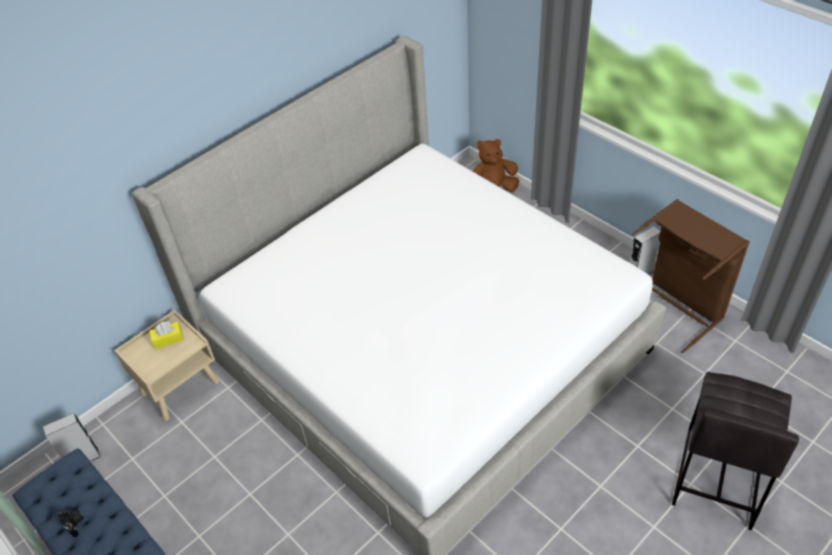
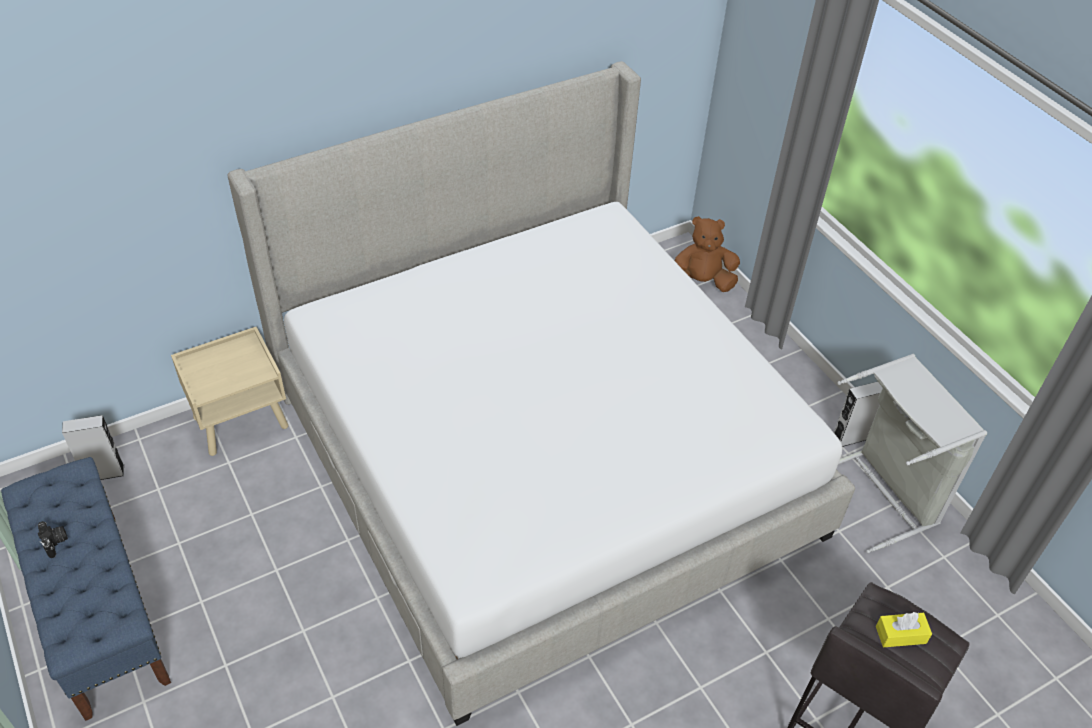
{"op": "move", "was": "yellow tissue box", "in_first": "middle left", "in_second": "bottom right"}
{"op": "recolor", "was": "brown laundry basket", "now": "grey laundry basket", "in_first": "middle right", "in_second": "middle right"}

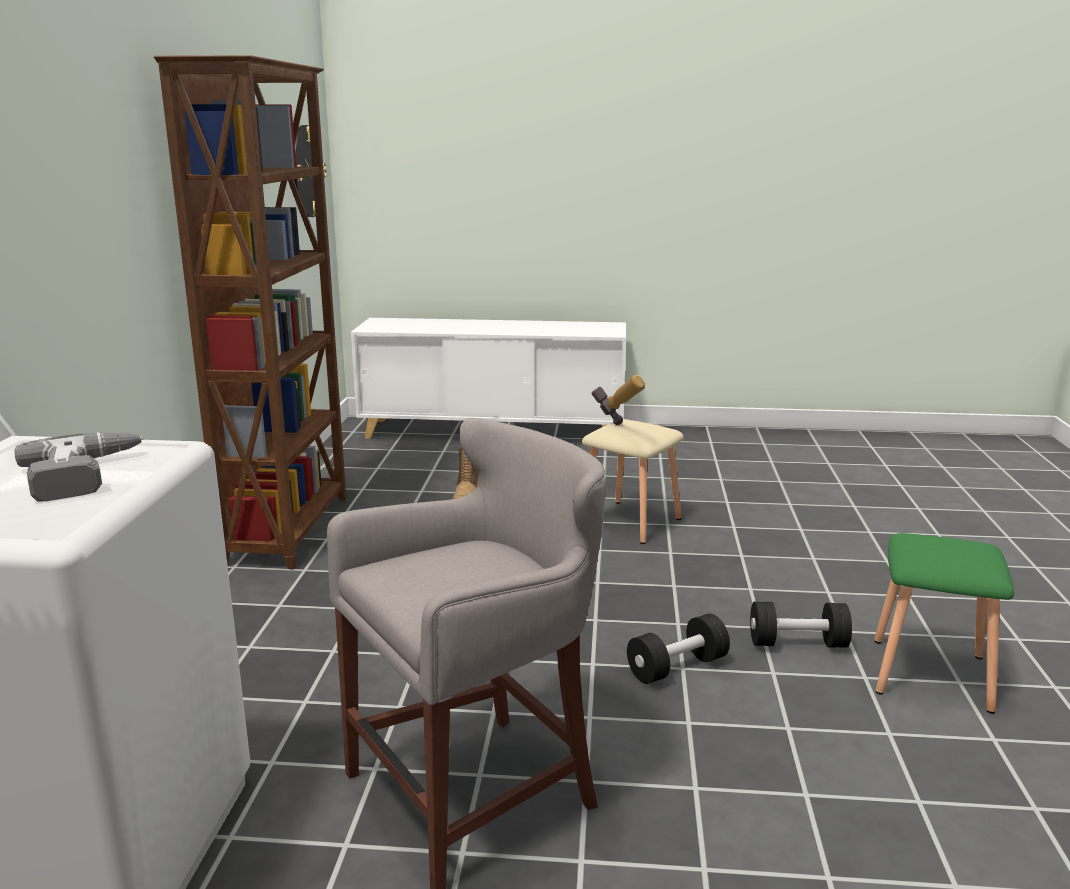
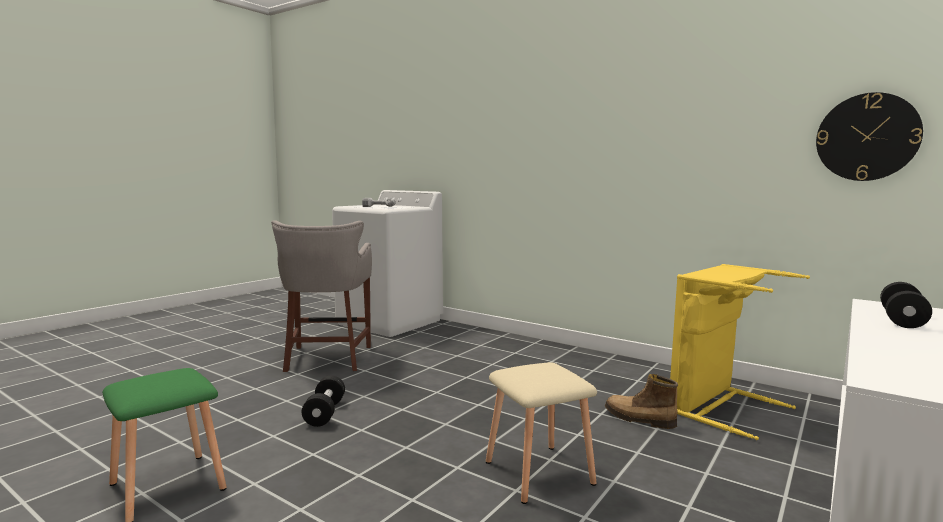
{"op": "delete", "was": "brown bookcase", "in_first": "middle left"}
{"op": "delete", "was": "hammer", "in_first": "centre"}
{"op": "move", "was": "black dumbbell (2nd from left)", "in_first": "bottom right", "in_second": "middle right"}
{"op": "insert", "now": "yellow laundry basket", "in_second": "bottom right"}

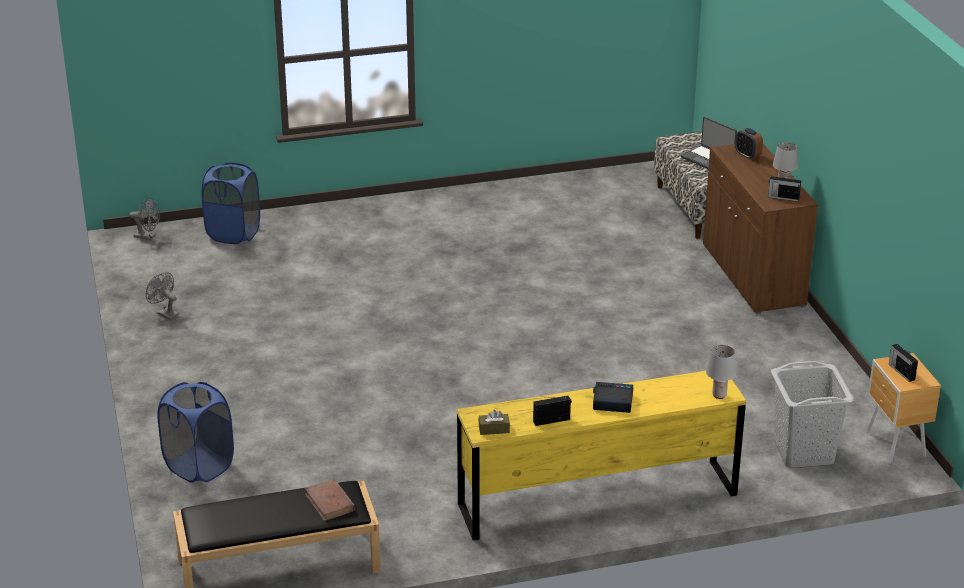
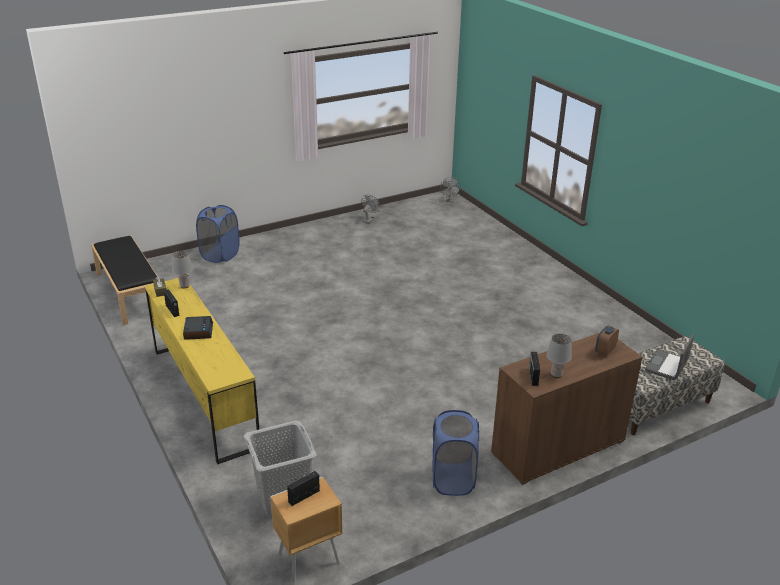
{"op": "move", "was": "blue laundry basket (2nd from left)", "in_first": "middle left", "in_second": "bottom centre"}
{"op": "delete", "was": "brown book", "in_first": "bottom centre"}
{"op": "move", "was": "grey table lamp (1st from left)", "in_first": "middle right", "in_second": "middle left"}

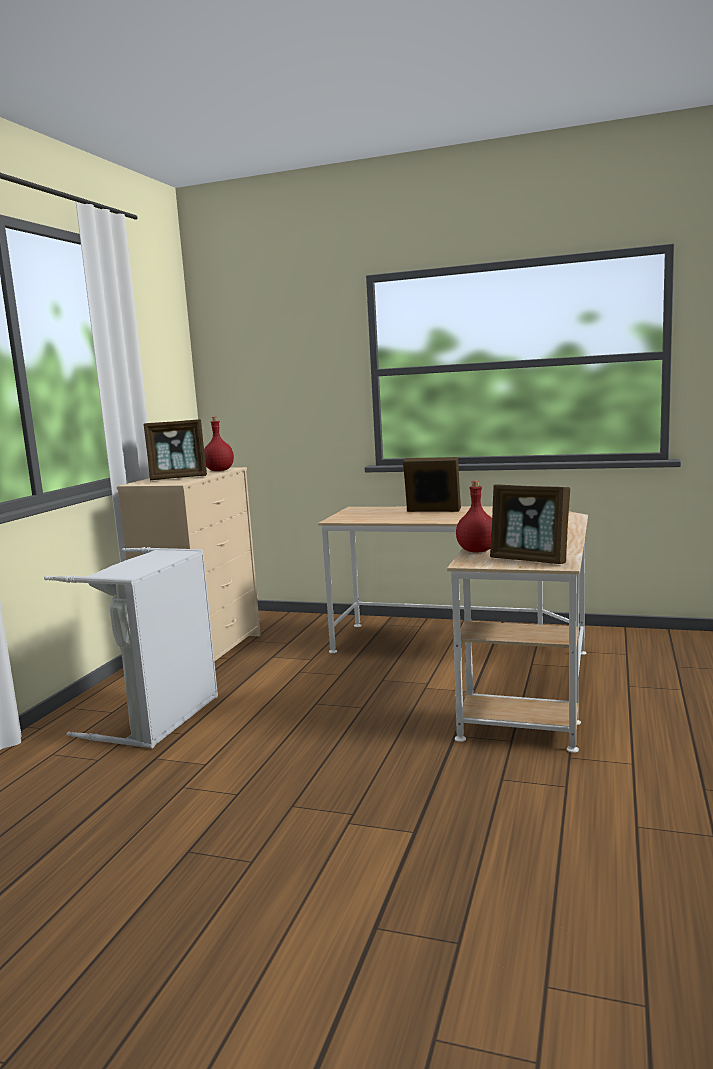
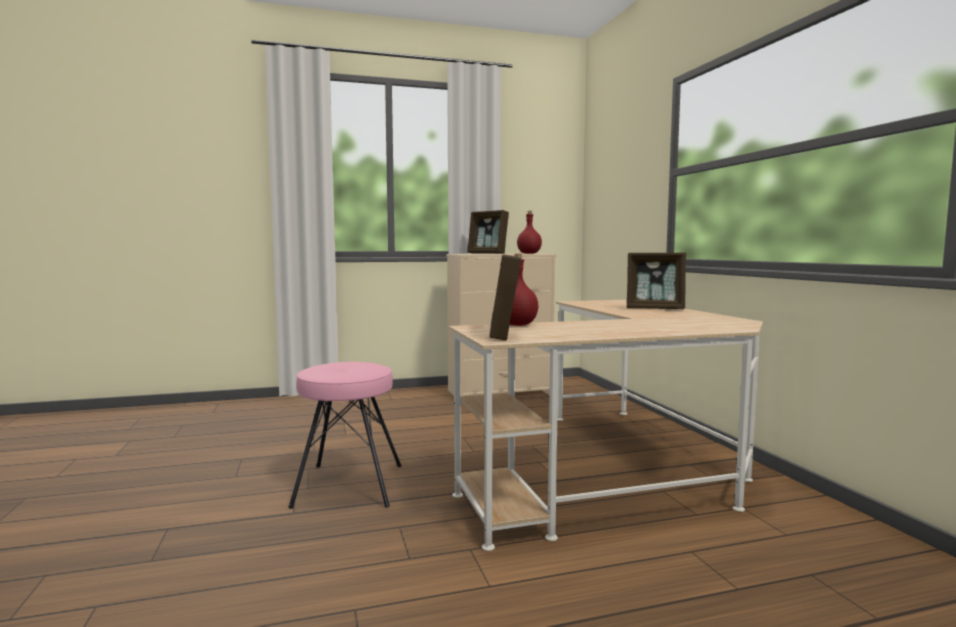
{"op": "delete", "was": "grey laundry basket", "in_first": "middle left"}
{"op": "rotate", "was": "picture frame (2nd from left in the first image)", "in_first": "centre", "in_second": "middle right", "clockwise": 120}
{"op": "insert", "now": "pink stool", "in_second": "bottom centre"}

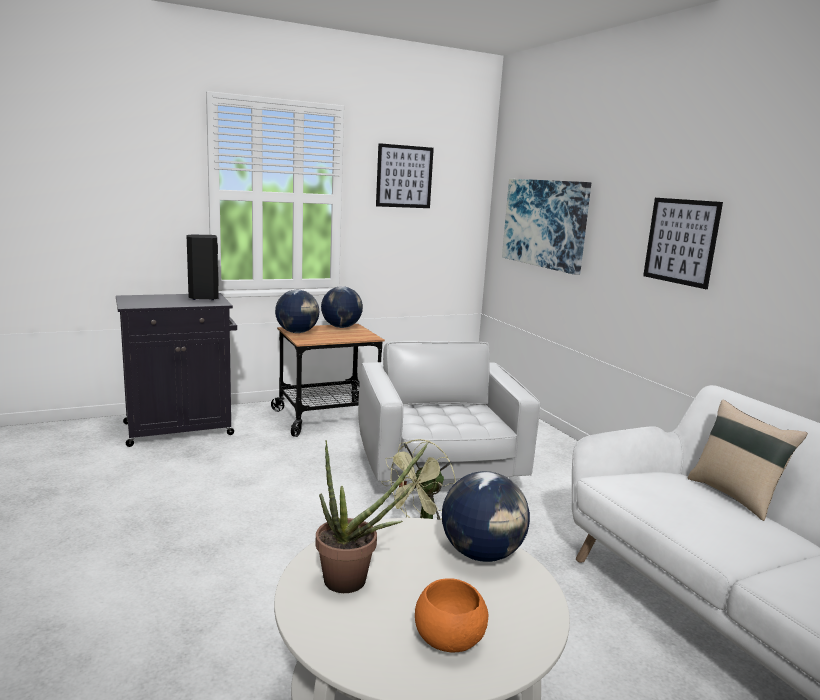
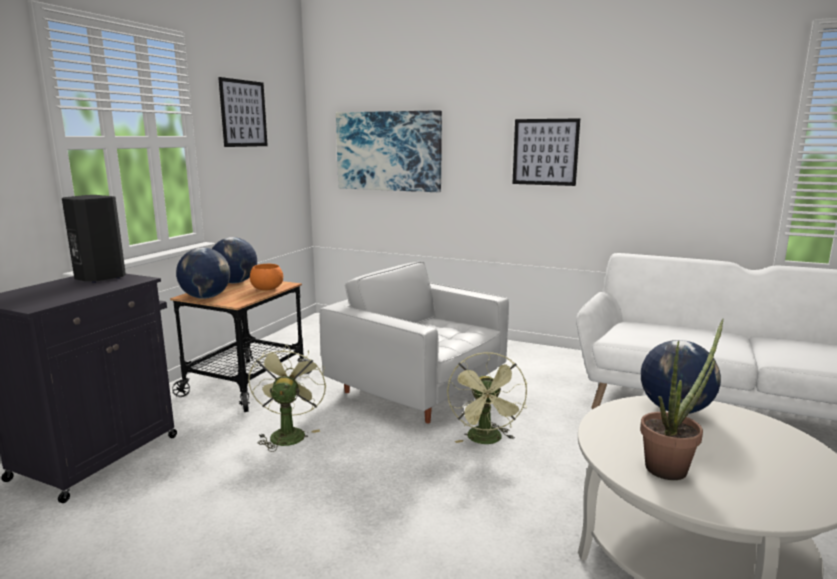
{"op": "move", "was": "orange bowl", "in_first": "bottom centre", "in_second": "middle left"}
{"op": "delete", "was": "beige pillow", "in_first": "middle right"}
{"op": "insert", "now": "green fan (1st from left)", "in_second": "bottom centre"}

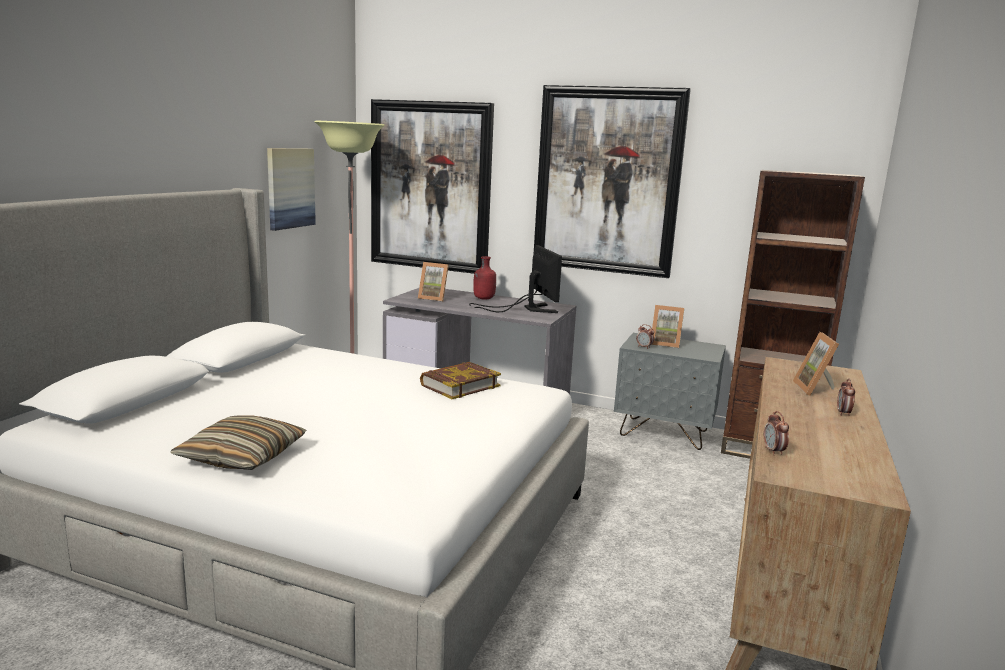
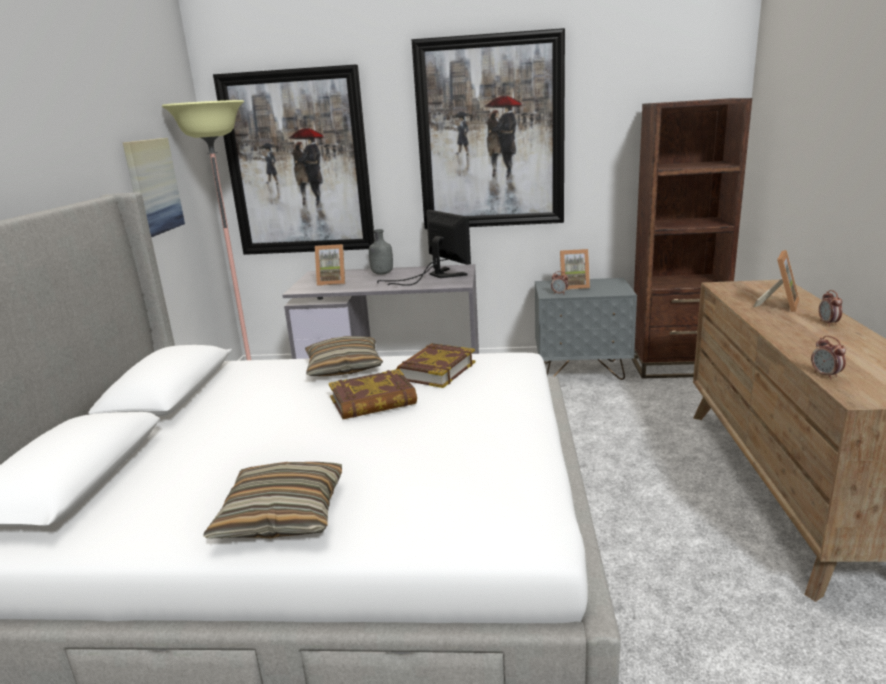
{"op": "recolor", "was": "red bottle", "now": "grey bottle", "in_first": "centre", "in_second": "centre"}
{"op": "rotate", "was": "picture frame (3rd from left)", "in_first": "middle right", "in_second": "middle right", "clockwise": -135}
{"op": "insert", "now": "pillow (2nd from left)", "in_second": "centre"}
{"op": "insert", "now": "book (1st from left)", "in_second": "centre"}

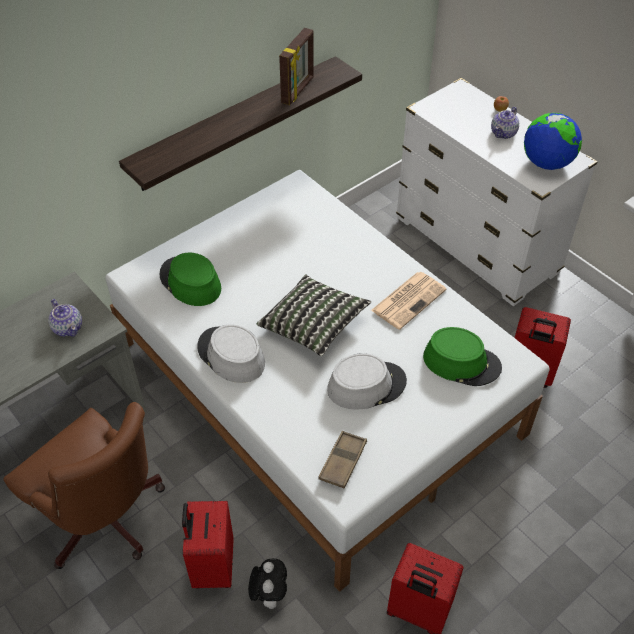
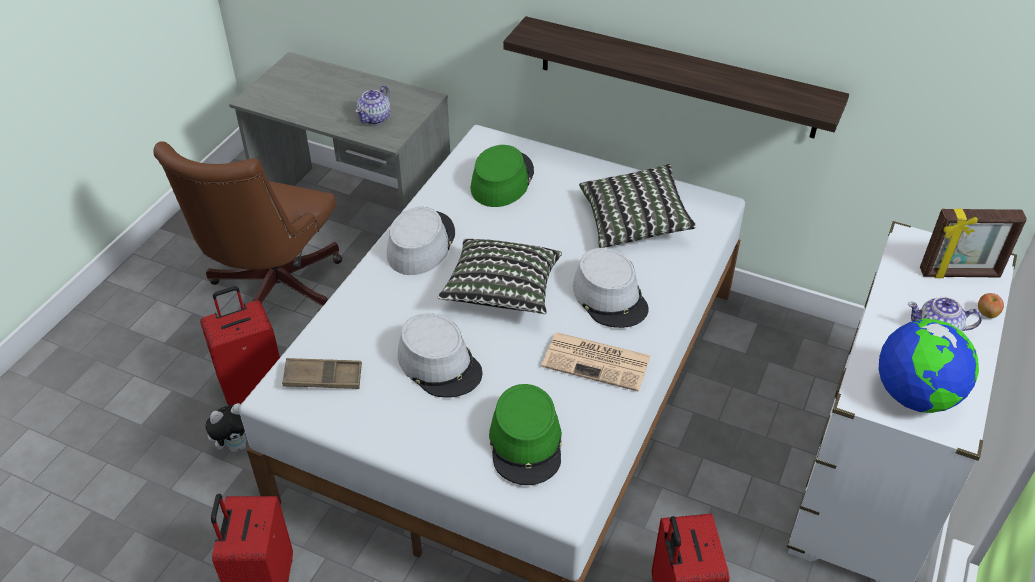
{"op": "move", "was": "picture frame", "in_first": "top centre", "in_second": "middle right"}
{"op": "insert", "now": "grey hat (3rd from left)", "in_second": "centre"}
{"op": "insert", "now": "pillow (2nd from left)", "in_second": "centre"}

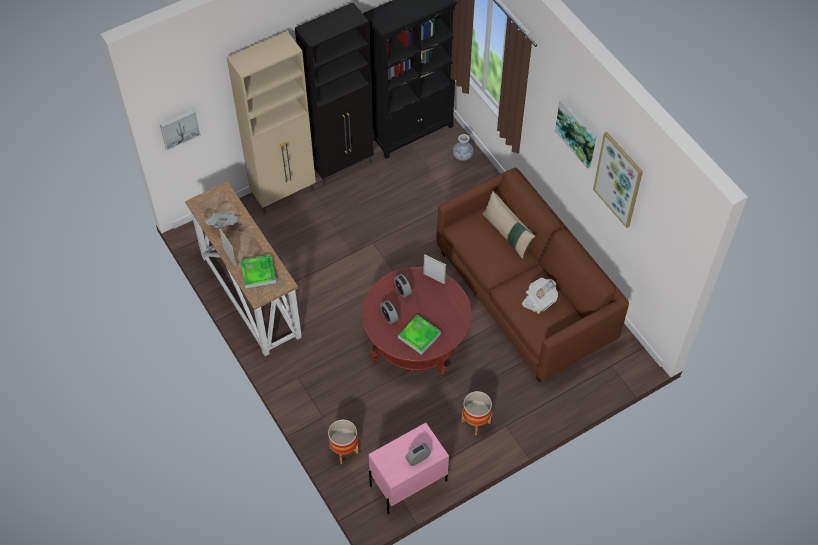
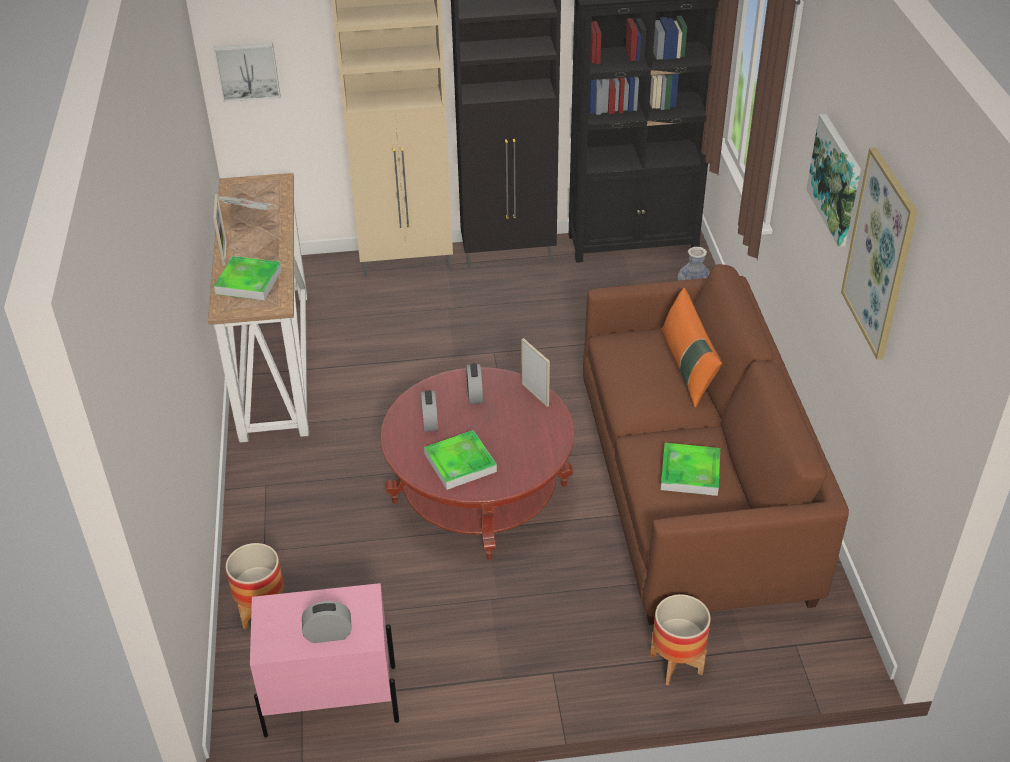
{"op": "move", "was": "planter (2nd from left)", "in_first": "bottom centre", "in_second": "bottom right"}
{"op": "recolor", "was": "beige pillow", "now": "orange pillow", "in_first": "centre", "in_second": "middle right"}
{"op": "replace", "was": "newspaper (2nd from left)", "now": "tray (3rd from left)", "in_first": "centre", "in_second": "middle right"}

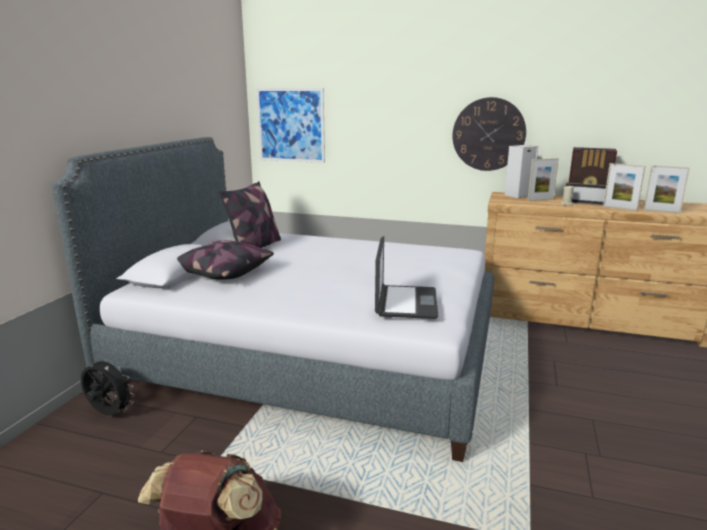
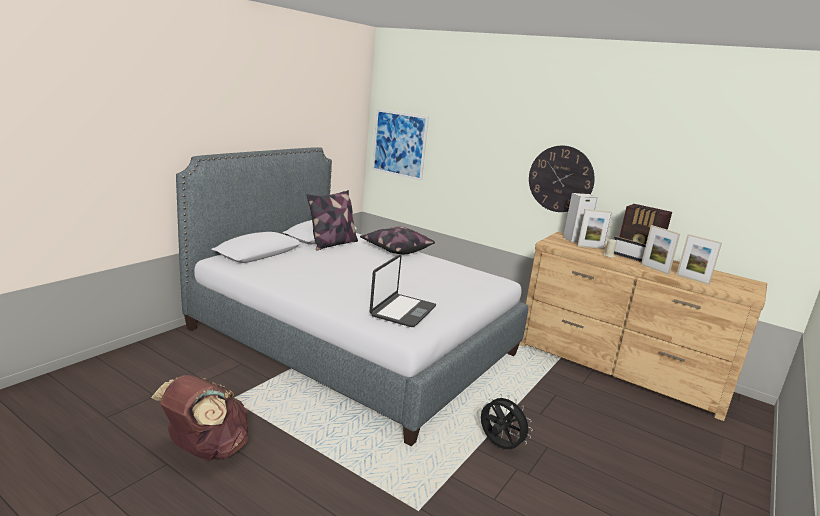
{"op": "move", "was": "black fan", "in_first": "bottom left", "in_second": "bottom centre"}
{"op": "move", "was": "pillow (1st from left in the first image)", "now": "pillow (2nd from left)", "in_first": "middle left", "in_second": "centre"}

